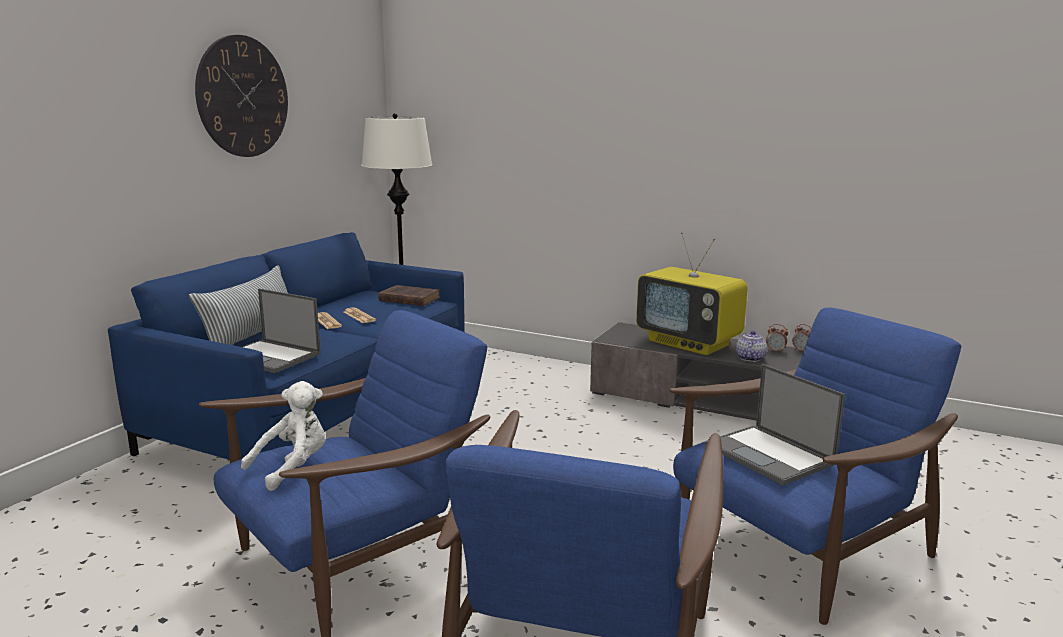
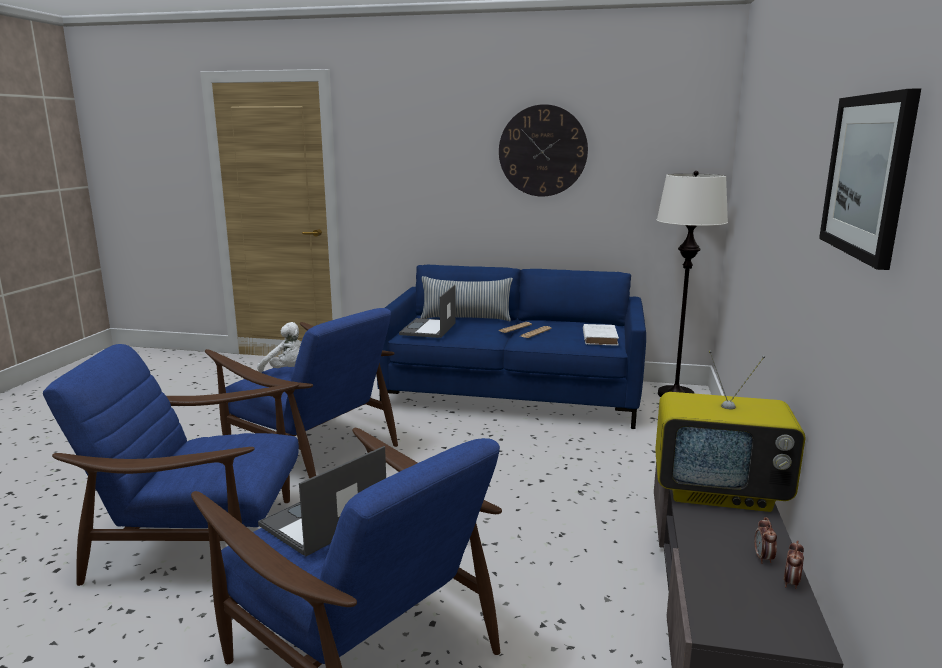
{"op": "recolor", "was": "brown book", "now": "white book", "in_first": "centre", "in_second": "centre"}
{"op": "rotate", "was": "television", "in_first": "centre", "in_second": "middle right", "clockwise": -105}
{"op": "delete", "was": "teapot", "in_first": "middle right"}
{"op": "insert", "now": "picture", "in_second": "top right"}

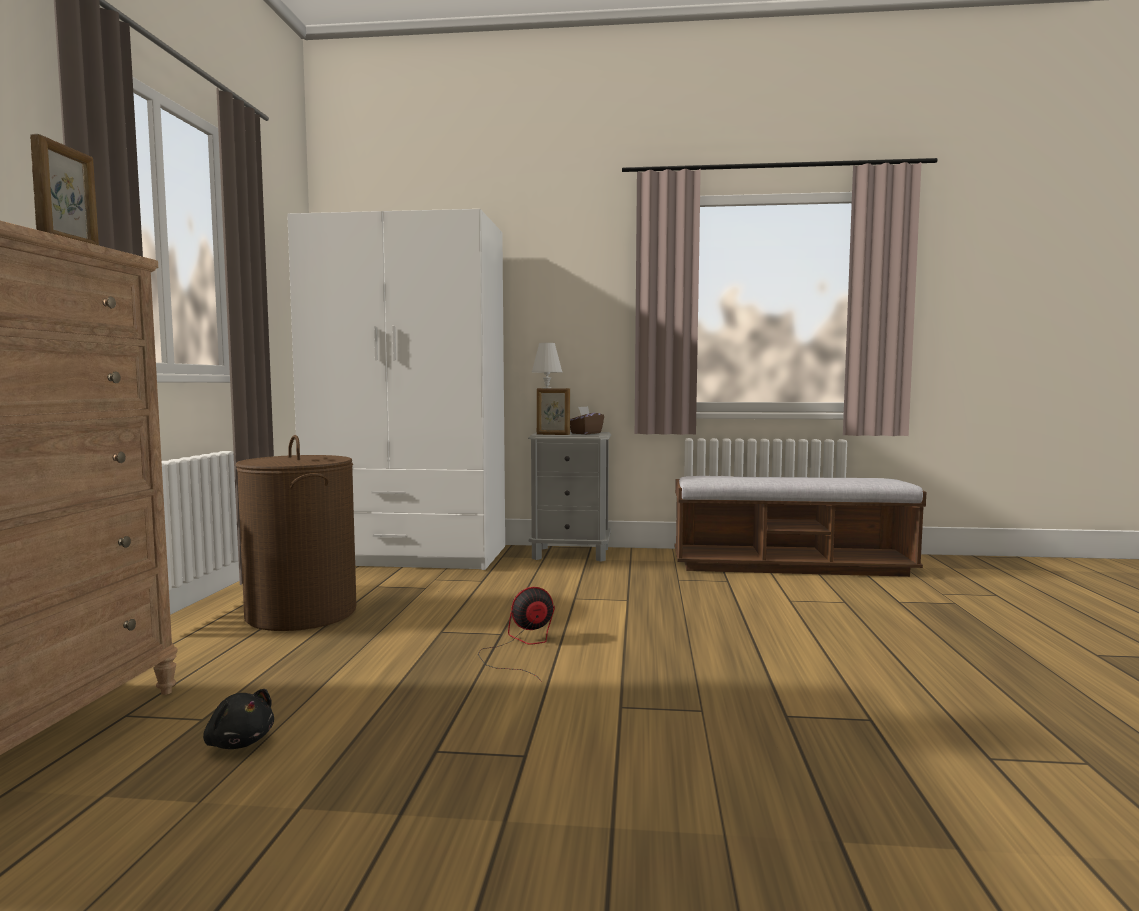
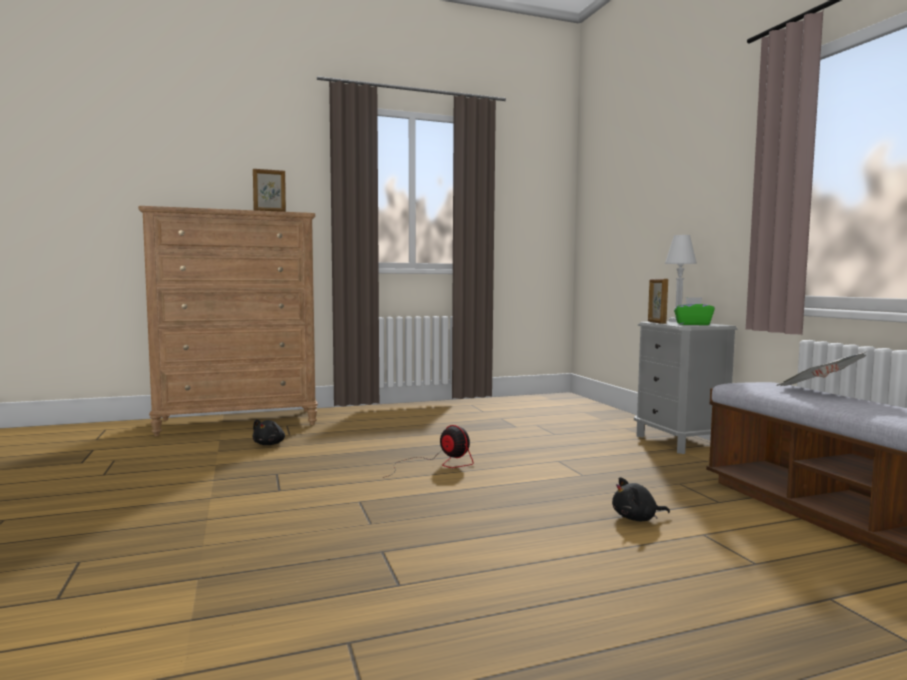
{"op": "delete", "was": "brown laundry basket", "in_first": "middle left"}
{"op": "delete", "was": "white wardrobe", "in_first": "centre"}
{"op": "recolor", "was": "brown tissue box", "now": "green tissue box", "in_first": "centre", "in_second": "middle right"}
{"op": "insert", "now": "black plush toy (2nd from left)", "in_second": "bottom right"}
{"op": "insert", "now": "newspaper", "in_second": "middle right"}

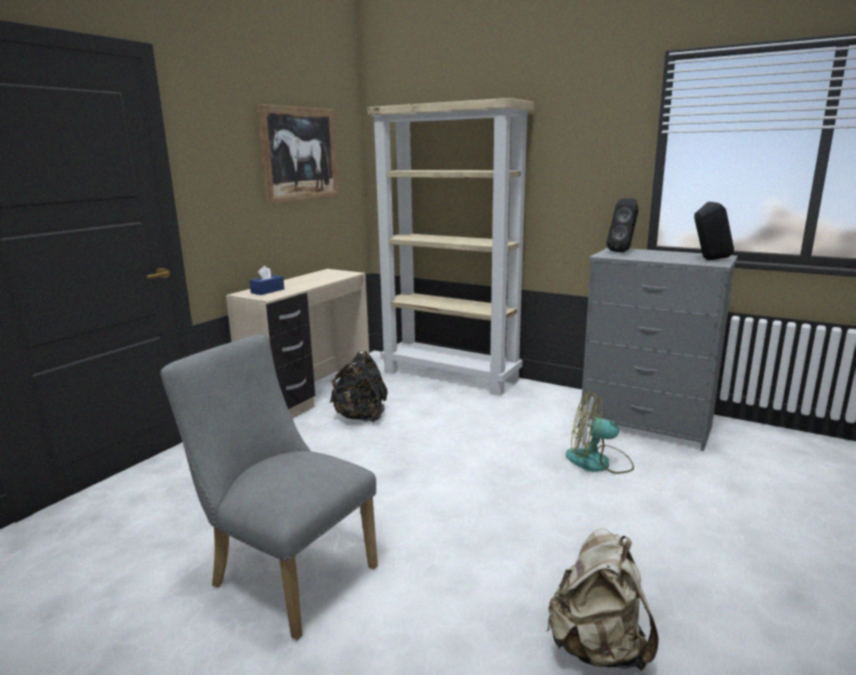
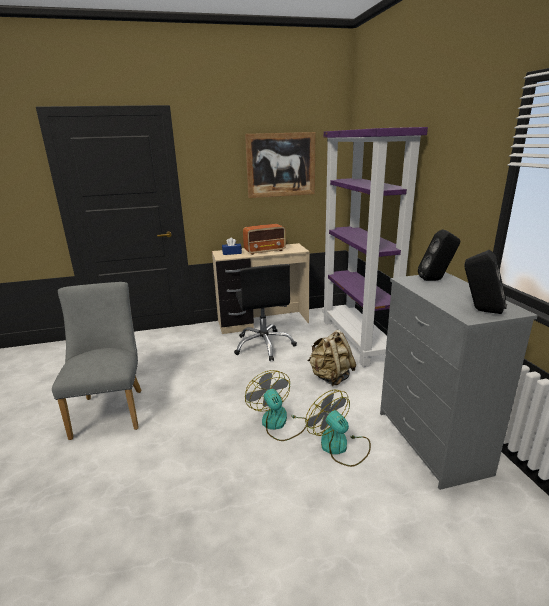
{"op": "replace", "was": "black backpack", "now": "black office chair", "in_first": "centre", "in_second": "centre"}
{"op": "recolor", "was": "beige bookcase", "now": "purple bookcase", "in_first": "centre", "in_second": "middle right"}
{"op": "move", "was": "beige backpack", "in_first": "bottom right", "in_second": "centre"}
{"op": "insert", "now": "radio", "in_second": "centre"}
{"op": "insert", "now": "fan (1st from left)", "in_second": "bottom centre"}

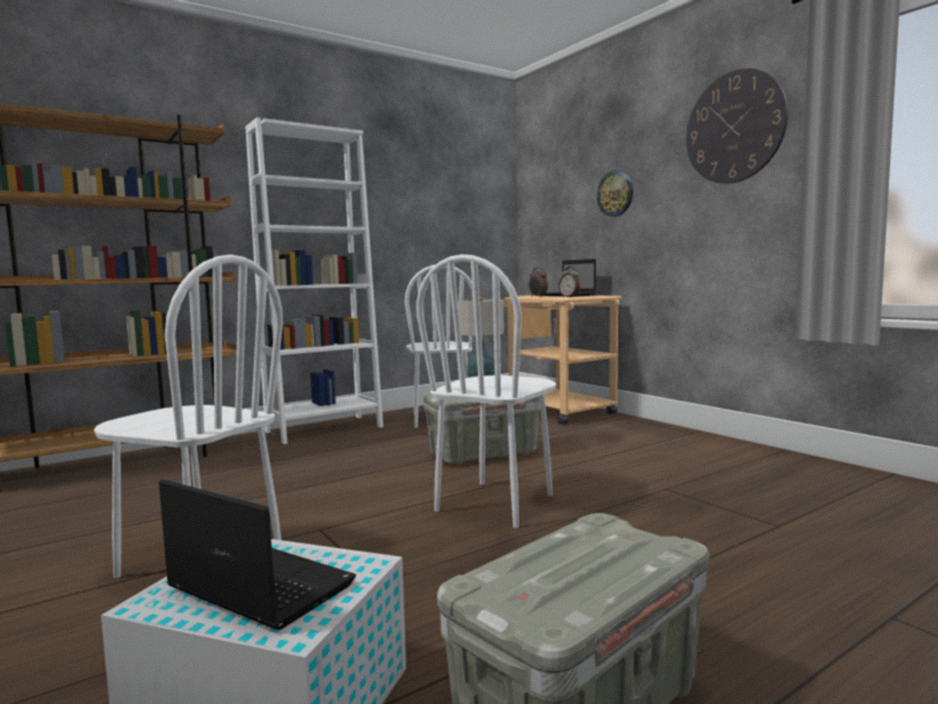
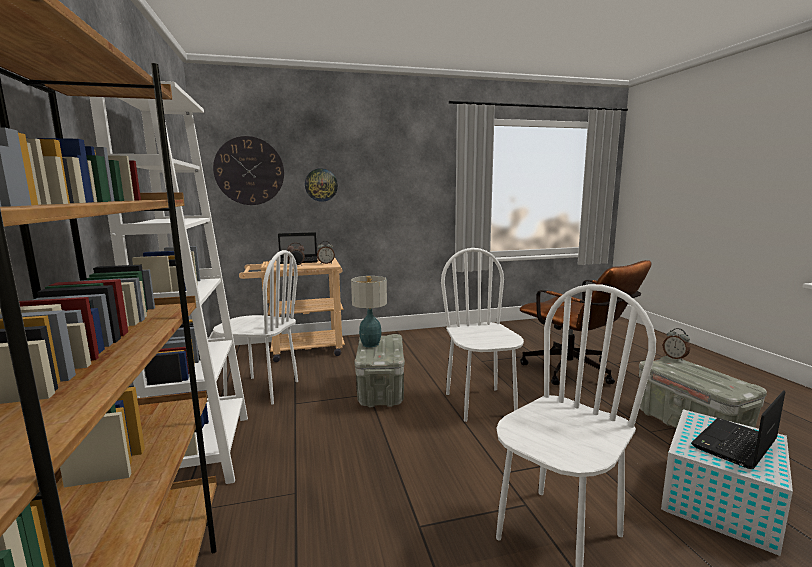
{"op": "rotate", "was": "white chair (3rd from left in the first image)", "in_first": "centre", "in_second": "centre", "clockwise": -150}
{"op": "move", "was": "wall clock (2nd from left in the first image)", "now": "wall clock (1st from left)", "in_first": "top right", "in_second": "top left"}
{"op": "insert", "now": "brown office chair", "in_second": "middle right"}
{"op": "insert", "now": "alarm clock (3rd from left)", "in_second": "middle right"}

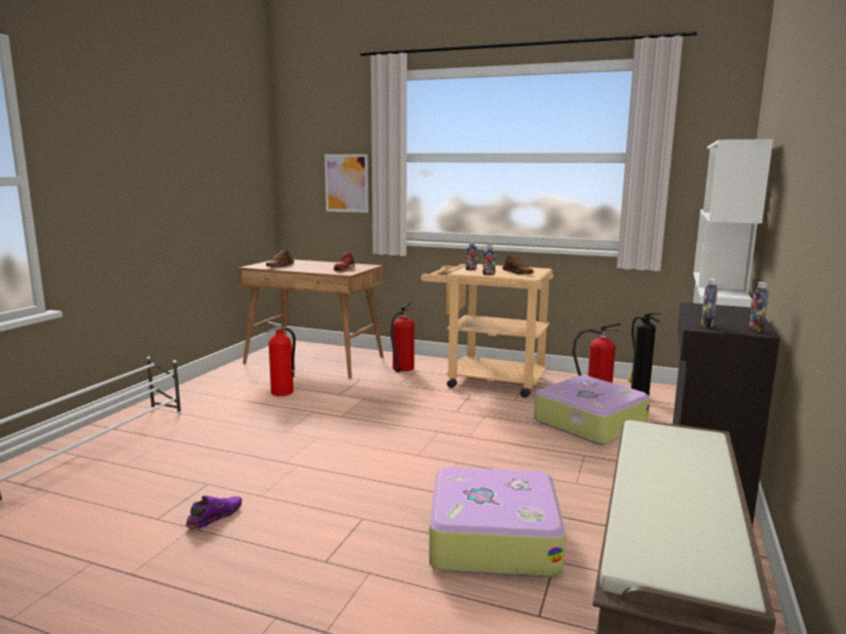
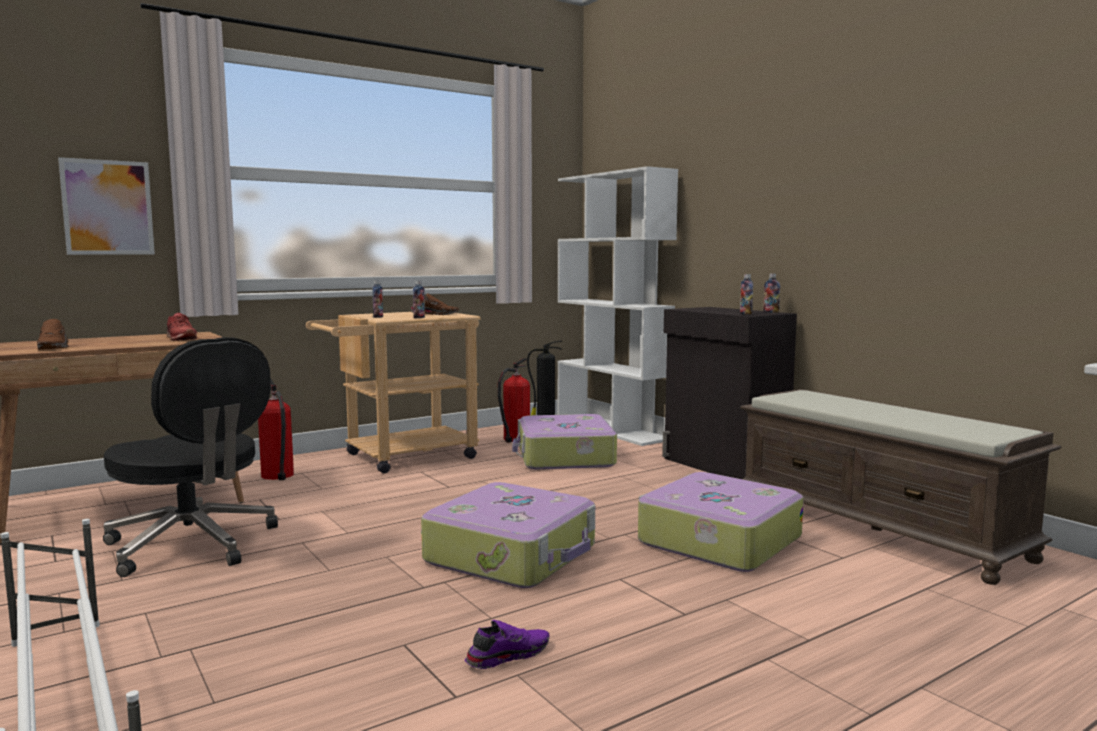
{"op": "rotate", "was": "purple shoe", "in_first": "bottom left", "in_second": "bottom centre", "clockwise": 75}
{"op": "replace", "was": "fire extinguisher (1st from left)", "now": "black office chair", "in_first": "middle left", "in_second": "middle left"}
{"op": "insert", "now": "suitcase (1st from left)", "in_second": "bottom centre"}

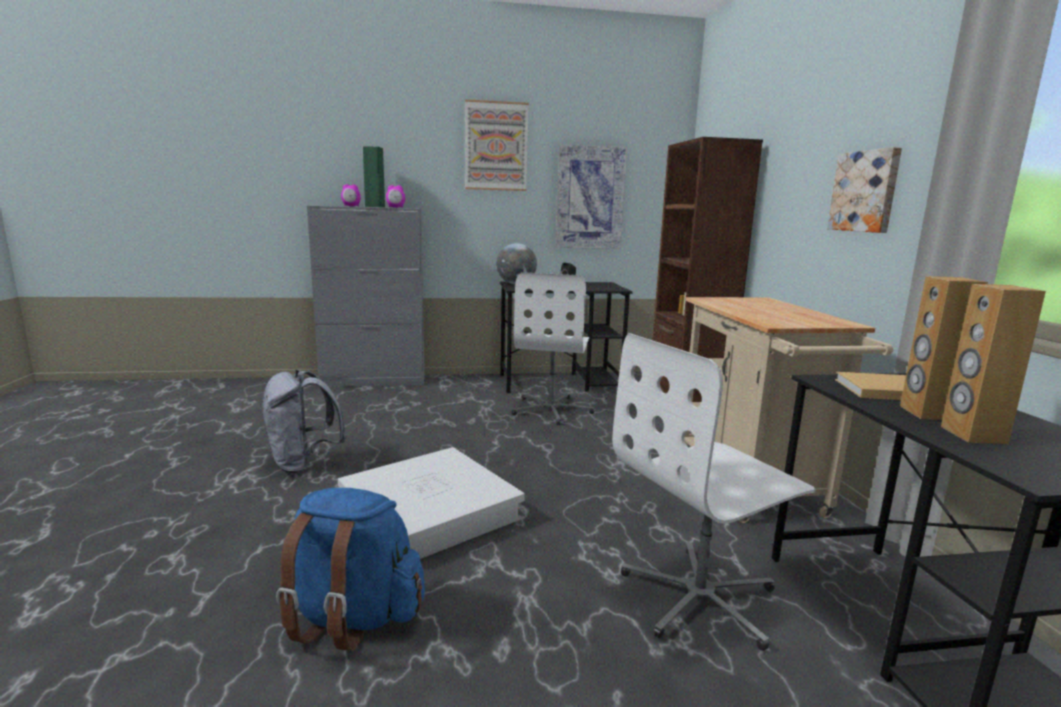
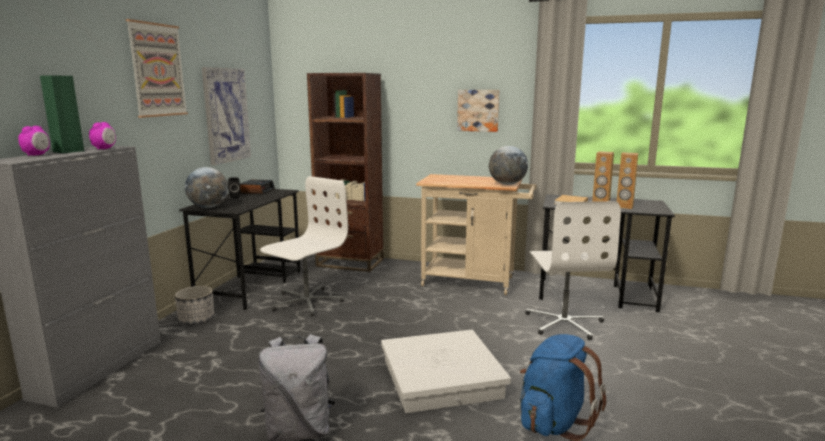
{"op": "rotate", "was": "white office chair (1st from left)", "in_first": "centre", "in_second": "centre", "clockwise": -90}
{"op": "insert", "now": "planter", "in_second": "bottom left"}
{"op": "insert", "now": "alarm clock (3rd from left)", "in_second": "middle left"}
{"op": "insert", "now": "globe (2nd from left)", "in_second": "centre"}

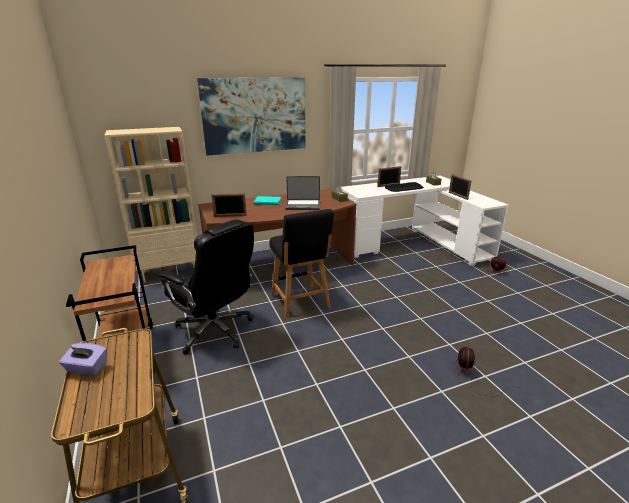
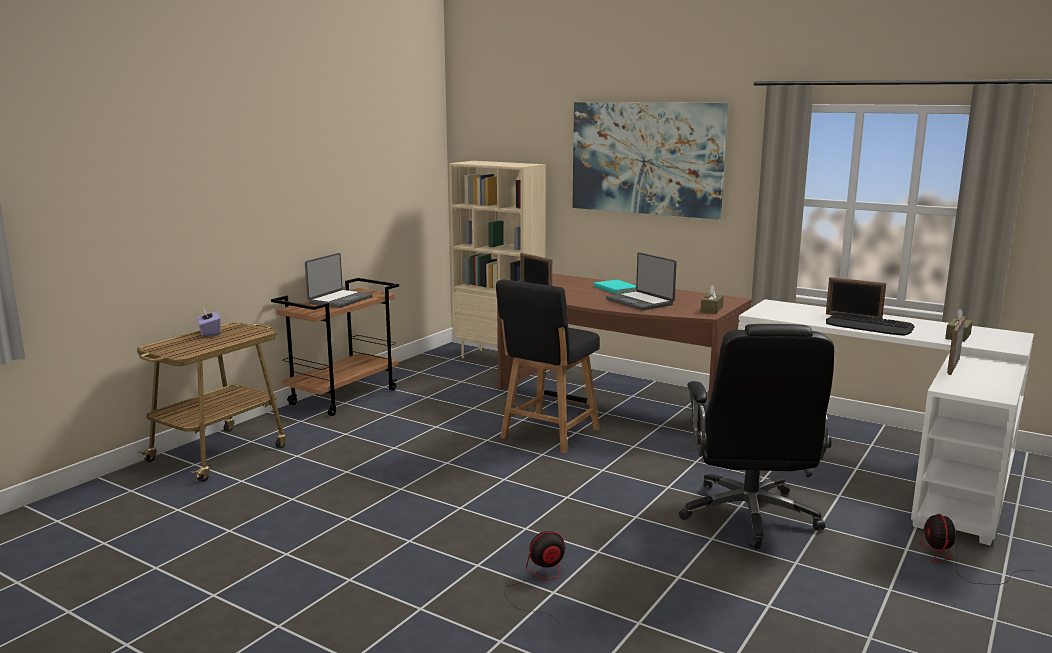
{"op": "move", "was": "black office chair", "in_first": "middle left", "in_second": "bottom right"}
{"op": "insert", "now": "laptop (1st from left)", "in_second": "middle left"}

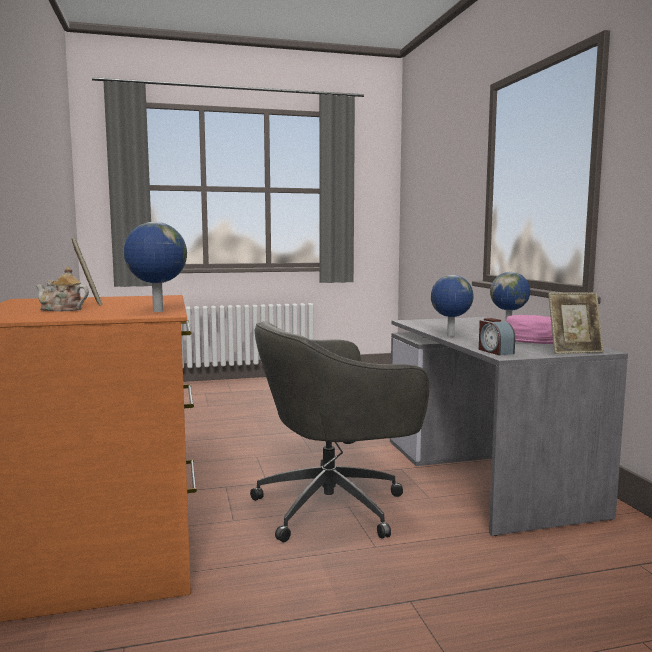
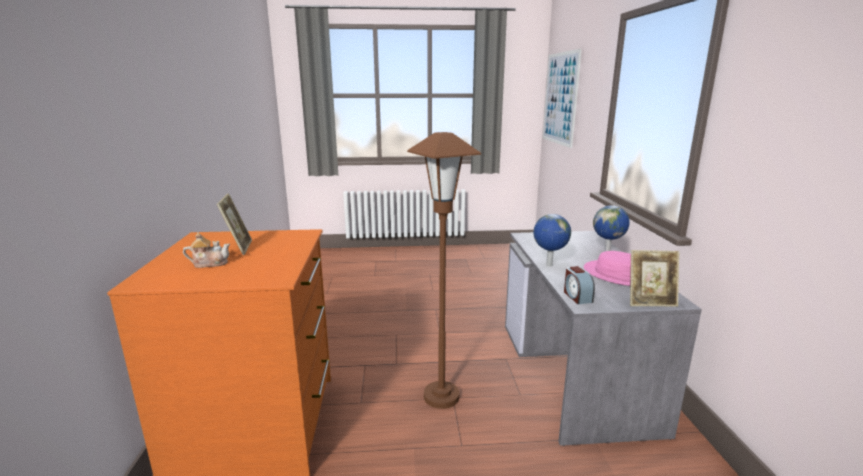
{"op": "rotate", "was": "teapot", "in_first": "middle left", "in_second": "middle left", "clockwise": 150}
{"op": "delete", "was": "globe (1st from left)", "in_first": "middle left"}
{"op": "replace", "was": "grey office chair", "now": "brown floor lamp", "in_first": "centre", "in_second": "centre"}
{"op": "insert", "now": "picture", "in_second": "top centre"}

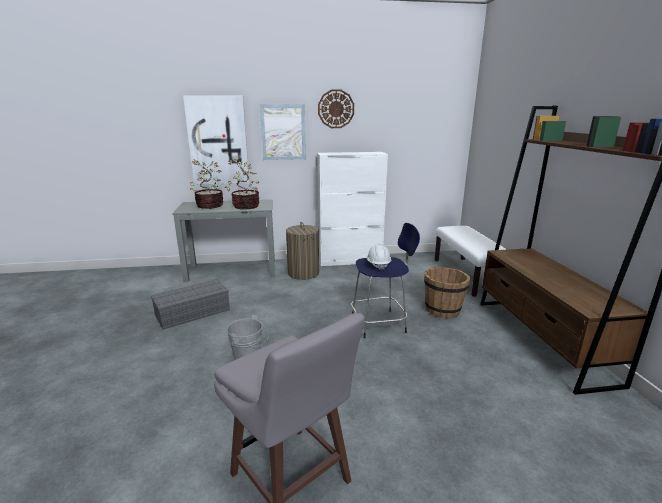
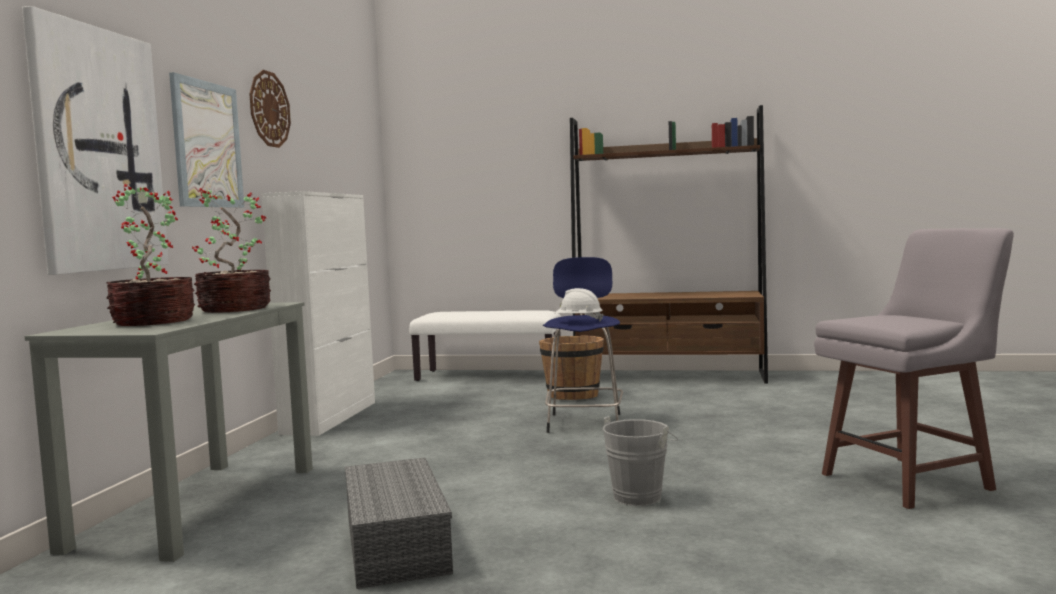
{"op": "delete", "was": "laundry basket", "in_first": "centre"}

